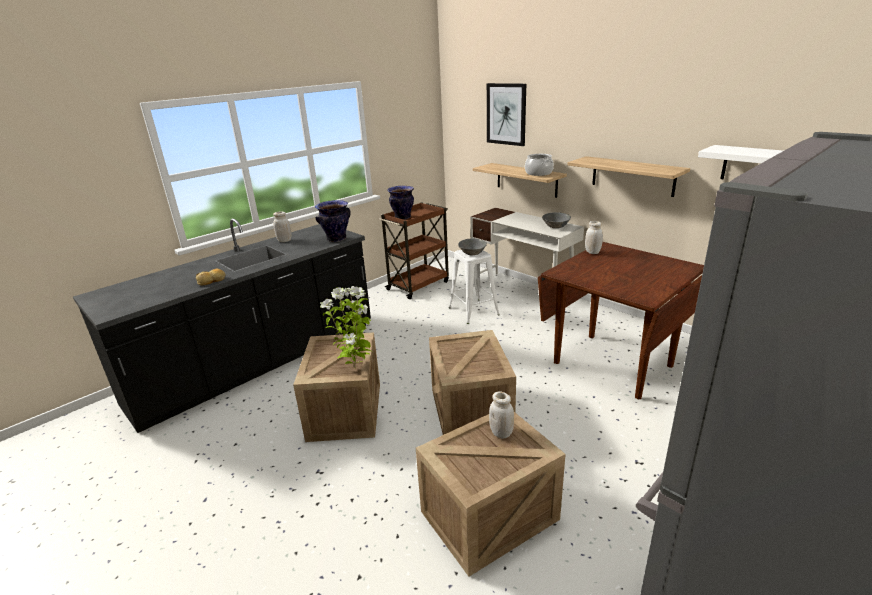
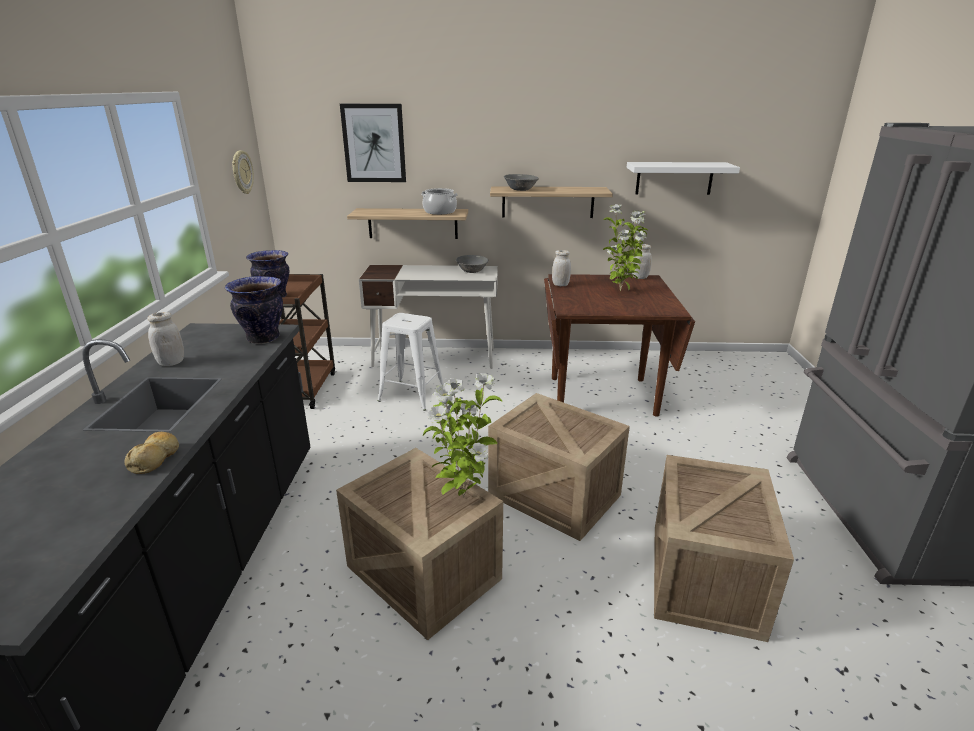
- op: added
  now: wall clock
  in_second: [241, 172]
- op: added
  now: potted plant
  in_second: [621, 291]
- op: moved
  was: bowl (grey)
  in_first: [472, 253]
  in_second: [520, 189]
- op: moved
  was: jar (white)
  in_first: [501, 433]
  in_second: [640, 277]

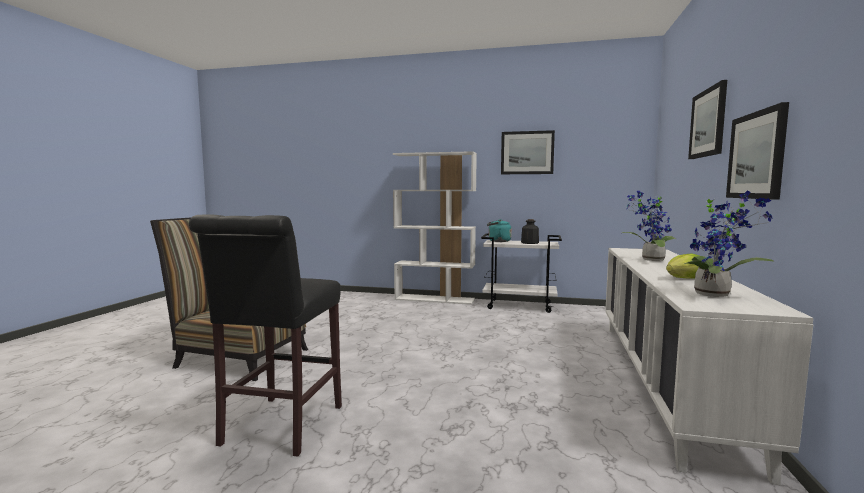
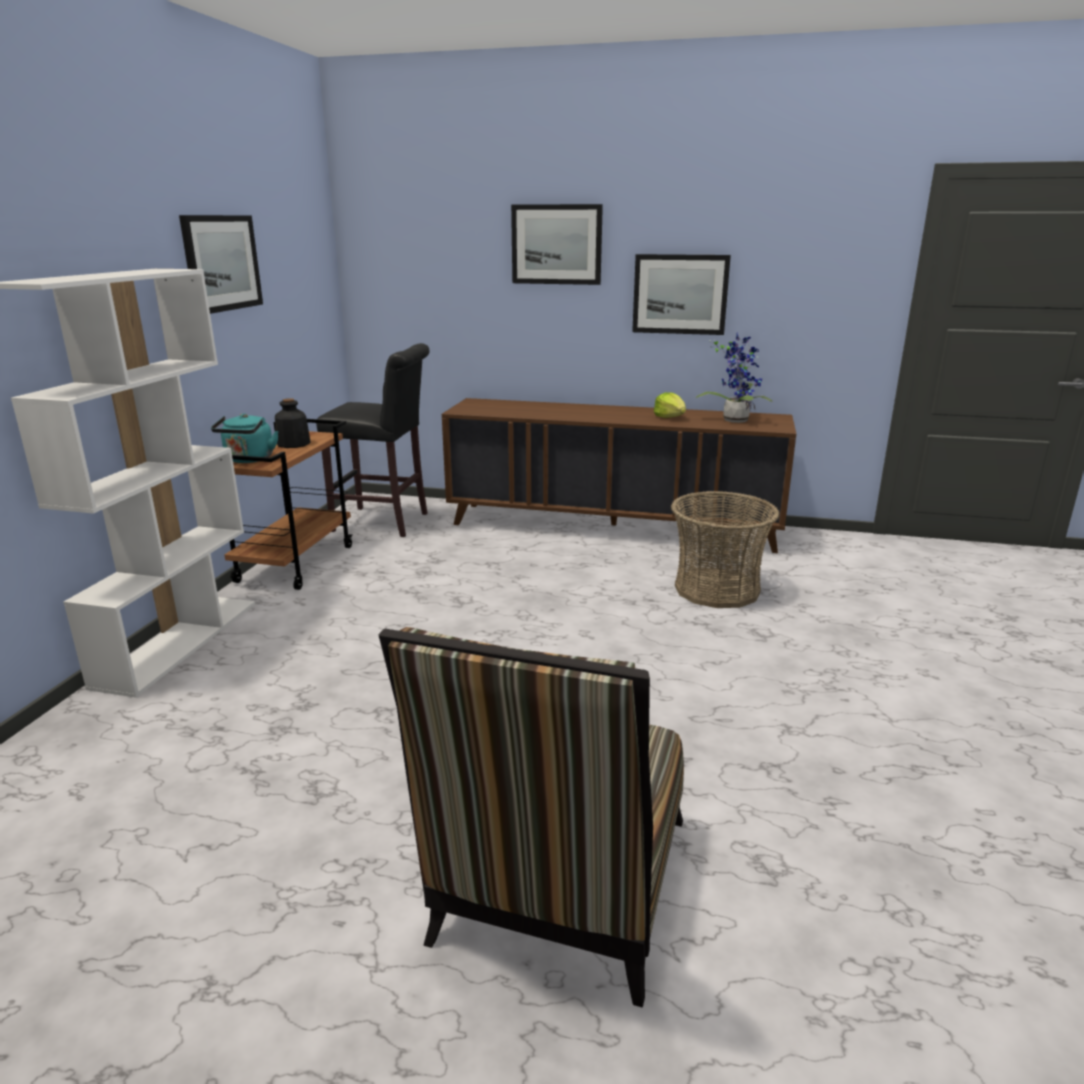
- op: removed
  was: potted plant
  in_first: [650, 260]
- op: added
  now: basket
  in_second: [717, 589]
- op: moved
  was: stool (black)
  in_first: [279, 428]
  in_second: [385, 523]
- op: recoloured
  was: cart (white)
  now: cart (brown)
  in_first: [520, 306]
  in_second: [295, 563]
- op: recoloured
  was: cabinet (white)
  now: cabinet (brown)
  in_first: [665, 380]
  in_second: [612, 527]

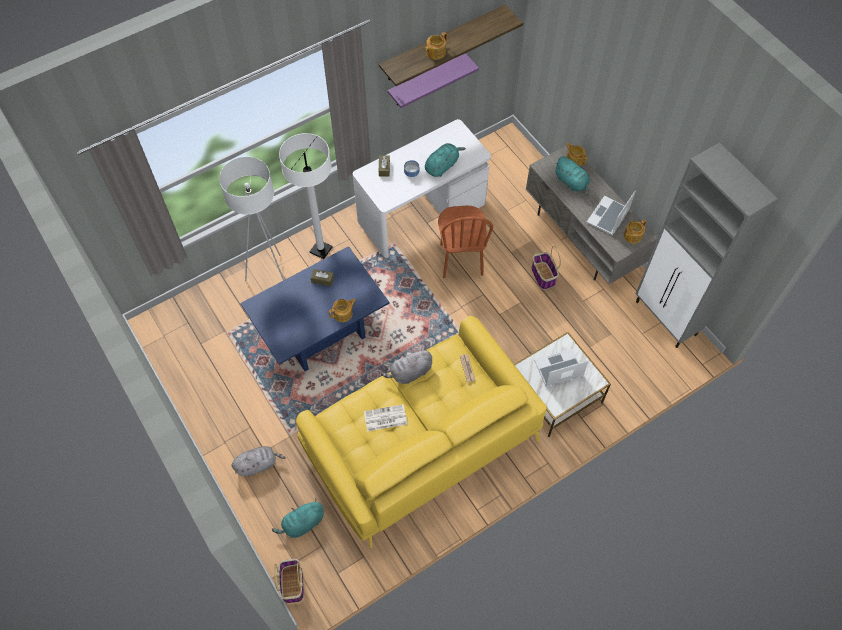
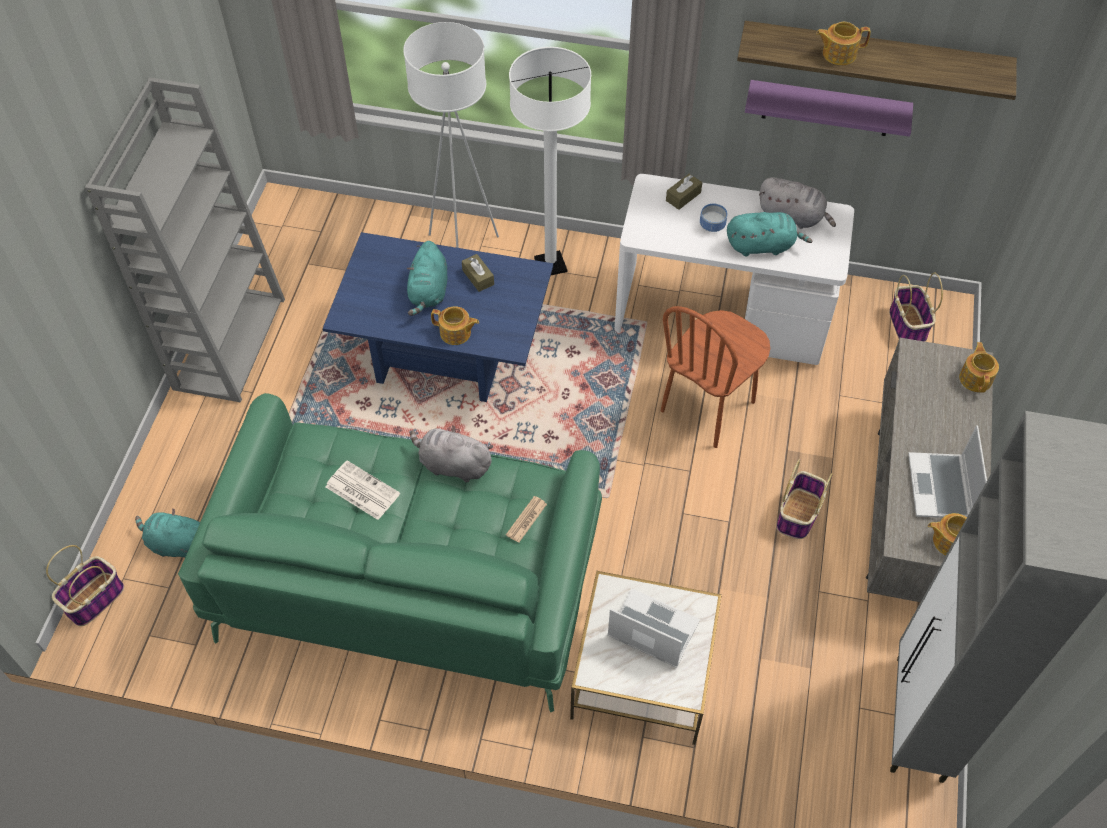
- op: added
  now: bookcase (grey)
  in_second: [229, 342]
- op: added
  now: basket
  in_second: [908, 325]
- op: moved
  was: plush toy (grey)
  in_first: [258, 464]
  in_second: [793, 217]
- op: moved
  was: plush toy (turquoise)
  in_first: [572, 182]
  in_second: [428, 292]
- op: recoloured
  was: sofa (yellow)
  now: sofa (green)
  in_first: [420, 442]
  in_second: [407, 577]
- op: turned
  was: laptop
  in_first: [608, 217]
  in_second: [941, 488]
  clockwise: -75

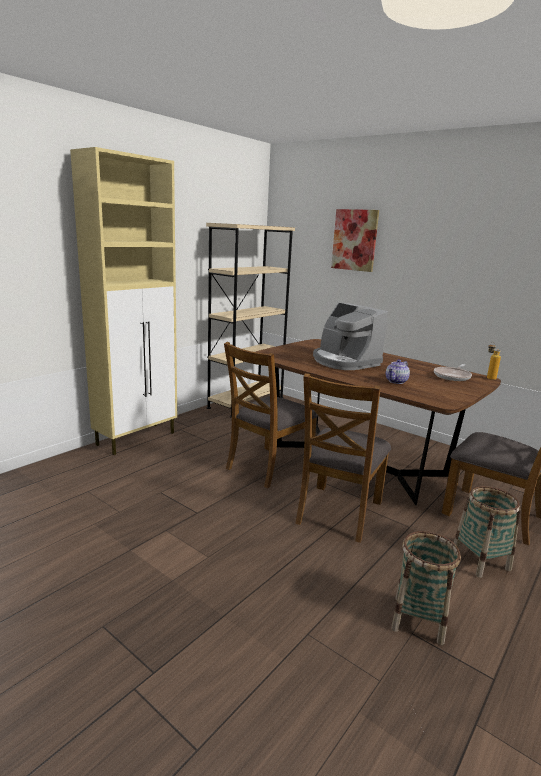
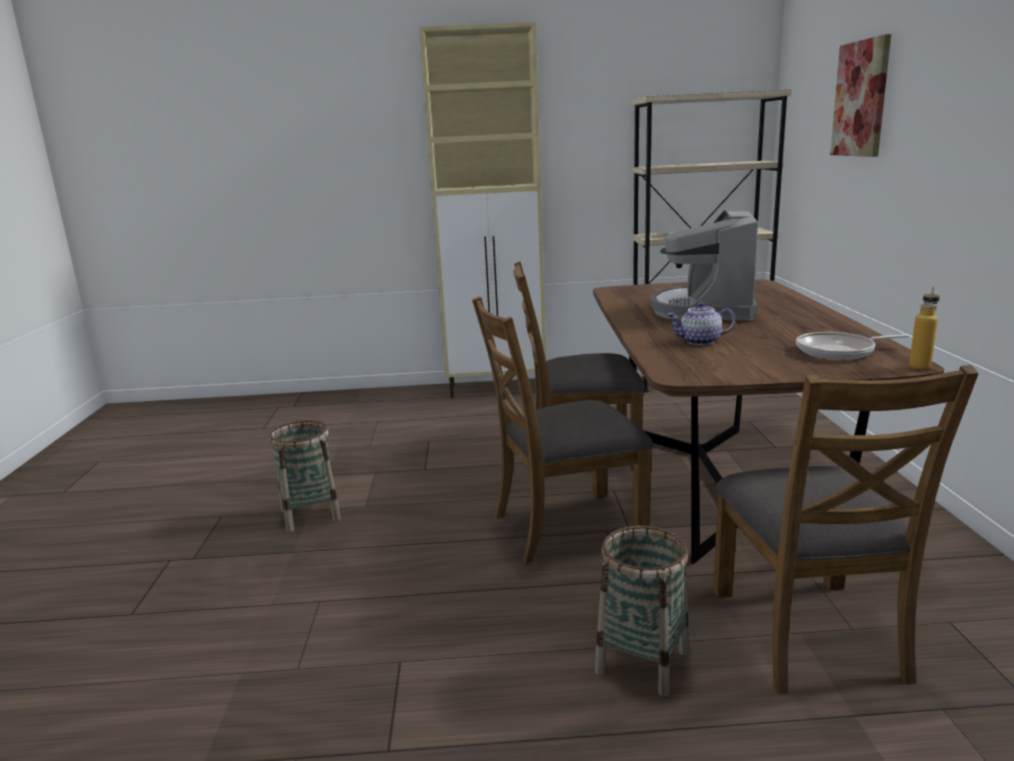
- op: moved
  was: basket
  in_first: [418, 620]
  in_second: [310, 515]

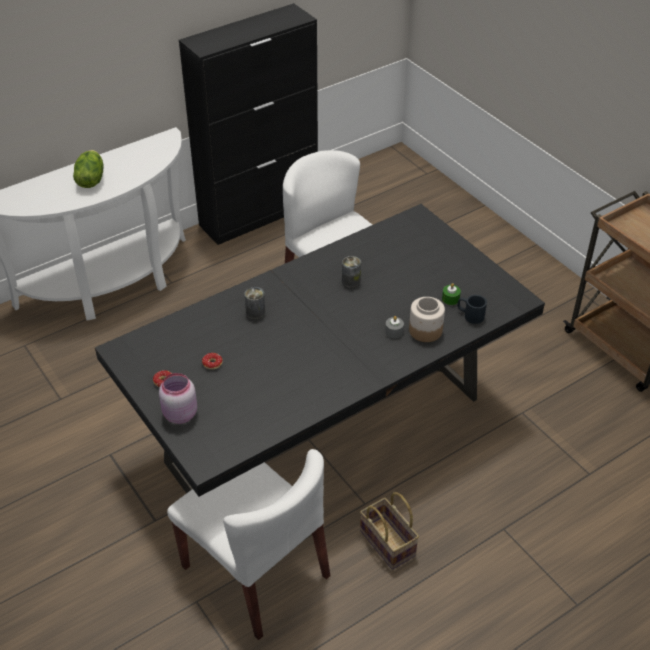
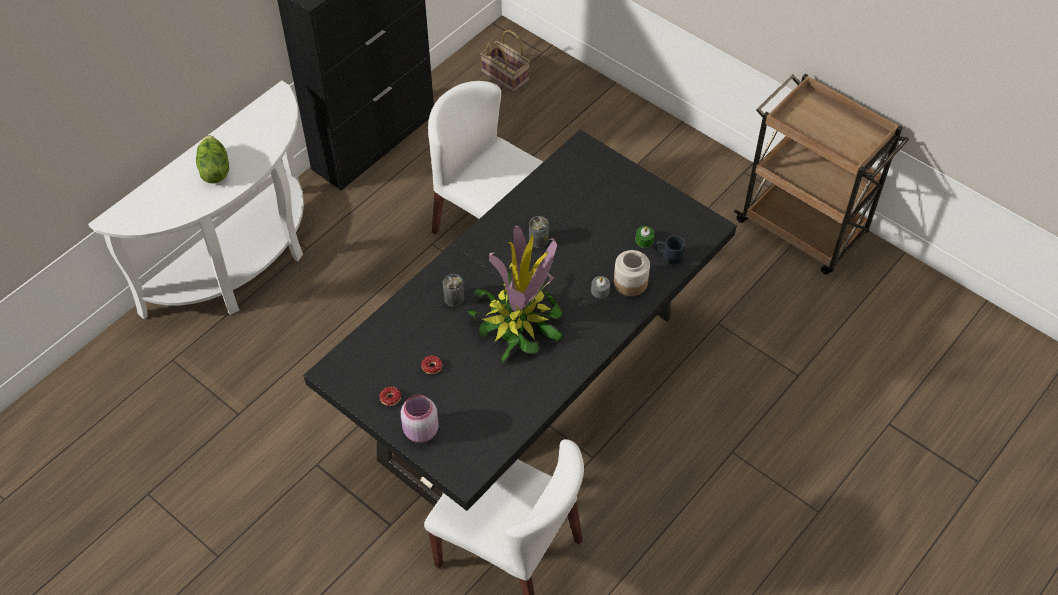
- op: added
  now: potted plant
  in_second: [518, 321]
- op: moved
  was: basket
  in_first: [389, 543]
  in_second: [506, 76]

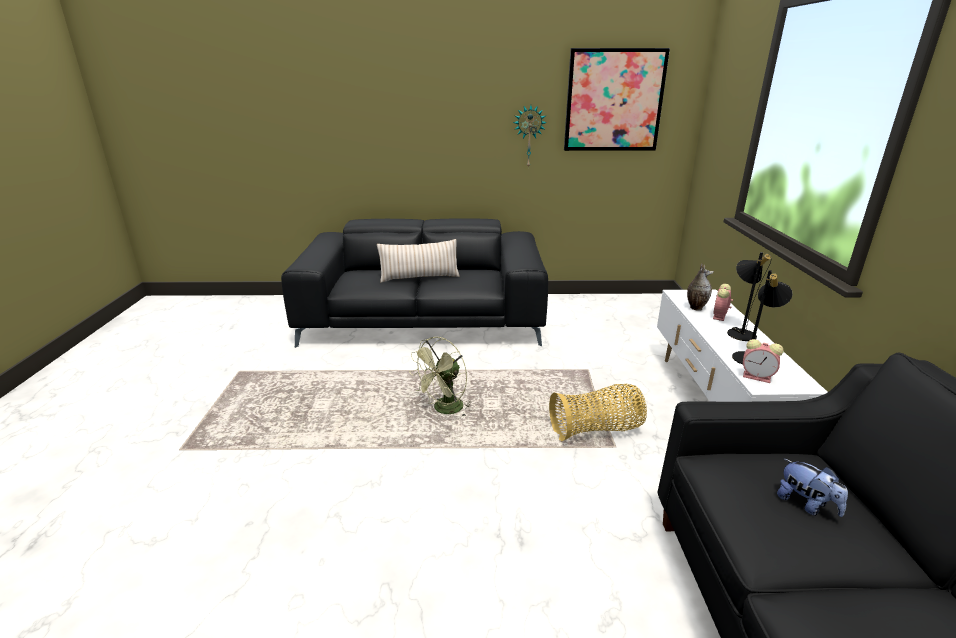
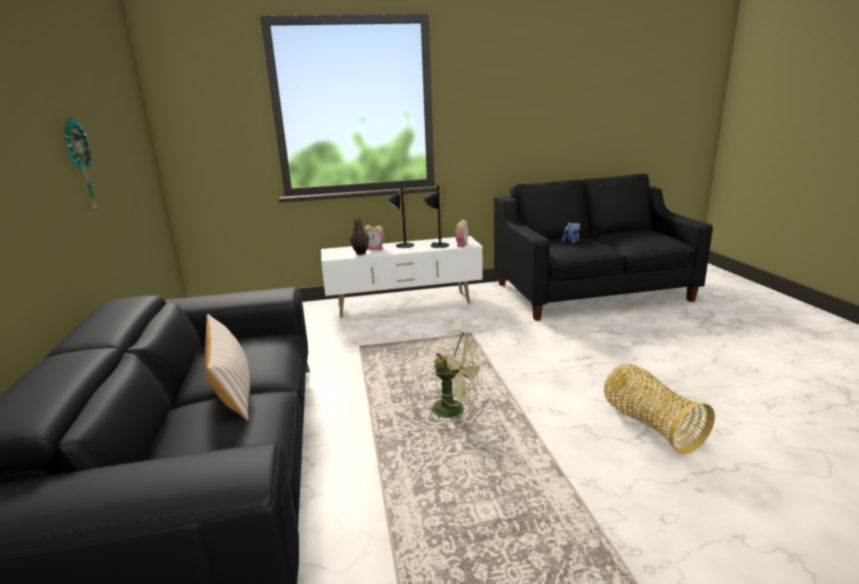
- op: removed
  was: picture
  in_first: [614, 101]
- op: moved
  was: basket
  in_first: [596, 430]
  in_second: [650, 425]

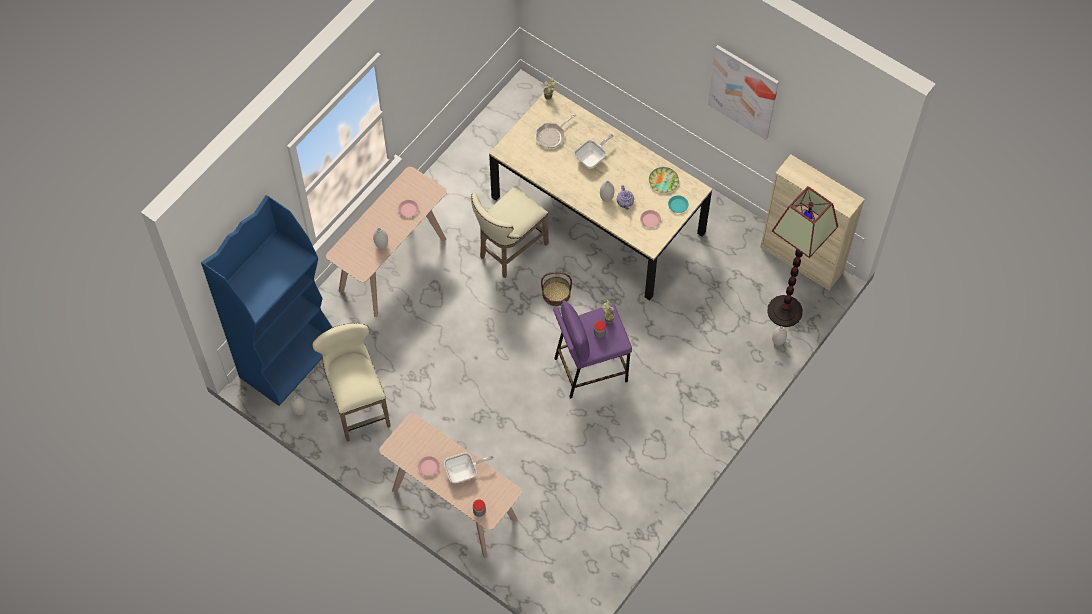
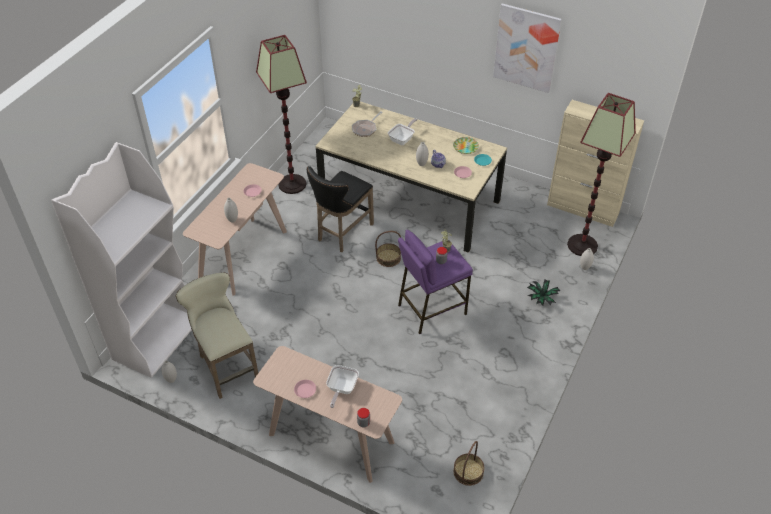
- op: added
  now: floor lamp
  in_second: [292, 184]
- op: added
  now: basket
  in_second: [468, 472]
- op: added
  now: potted plant
  in_second: [541, 298]
- op: recoloured
  was: bookcase (blue)
  now: bookcase (white)
  in_first: [288, 359]
  in_second: [157, 338]
- op: recoloured
  was: stool (beige)
  now: stool (black)
  in_first: [509, 251]
  in_second: [342, 233]
- op: turned
  was: frying pan
  in_first: [464, 472]
  in_second: [341, 389]
  clockwise: 135

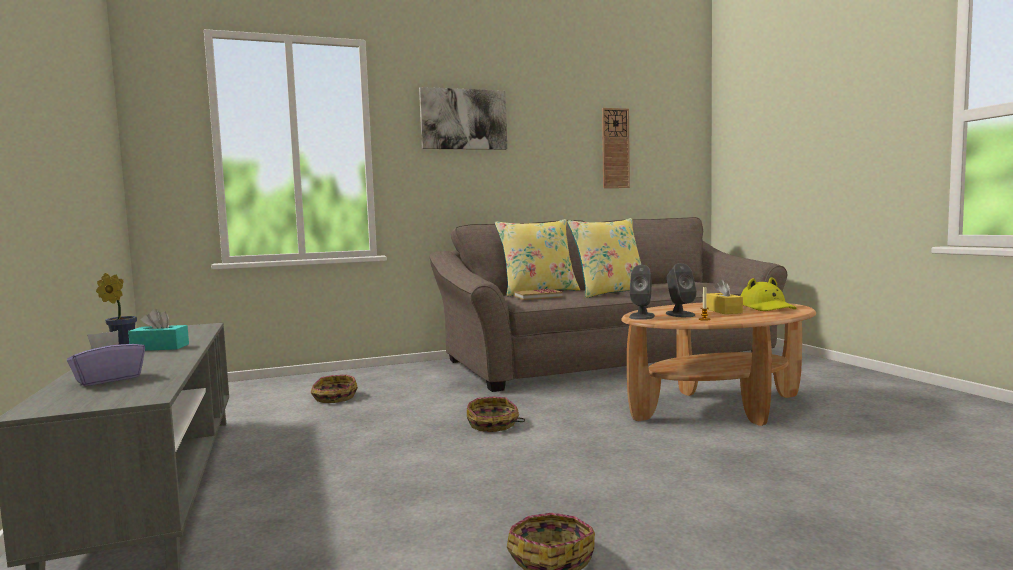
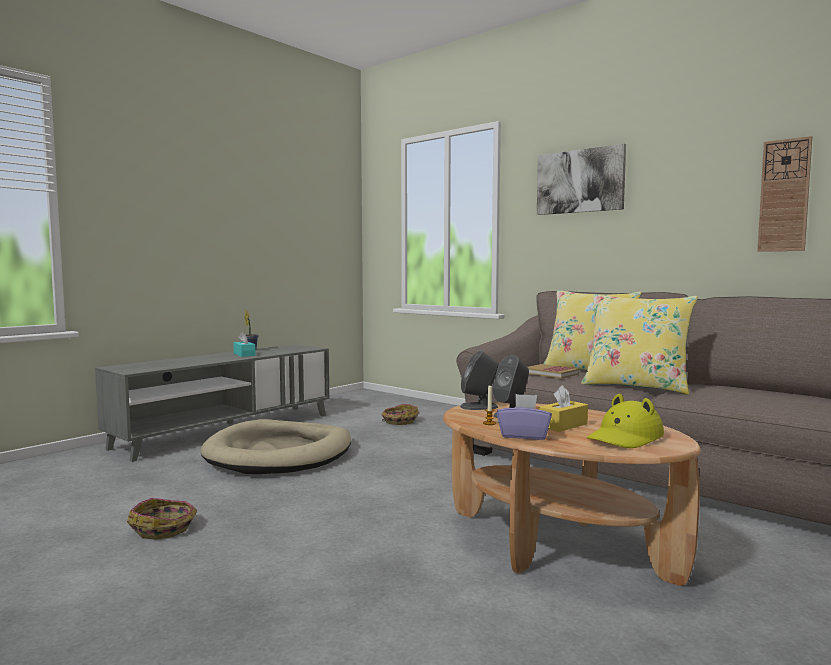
- op: removed
  was: basket
  in_first: [493, 425]
- op: added
  now: dog bed (beige)
  in_second: [280, 453]
- op: moved
  was: tissue box (purple)
  in_first: [108, 379]
  in_second: [524, 435]

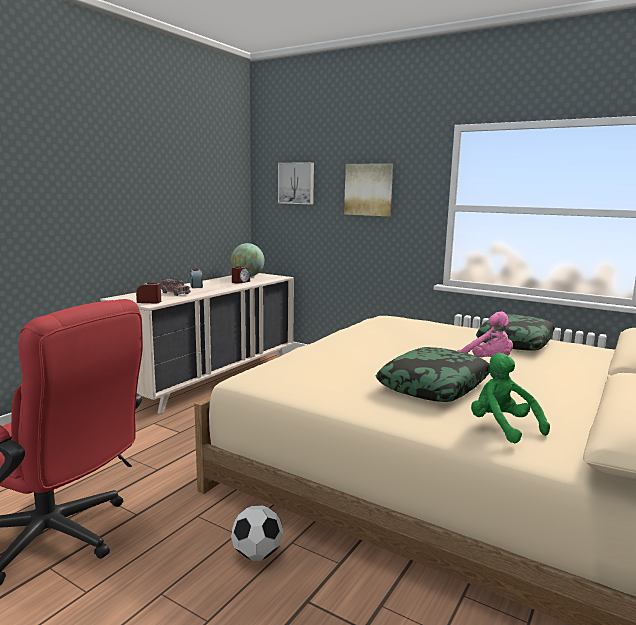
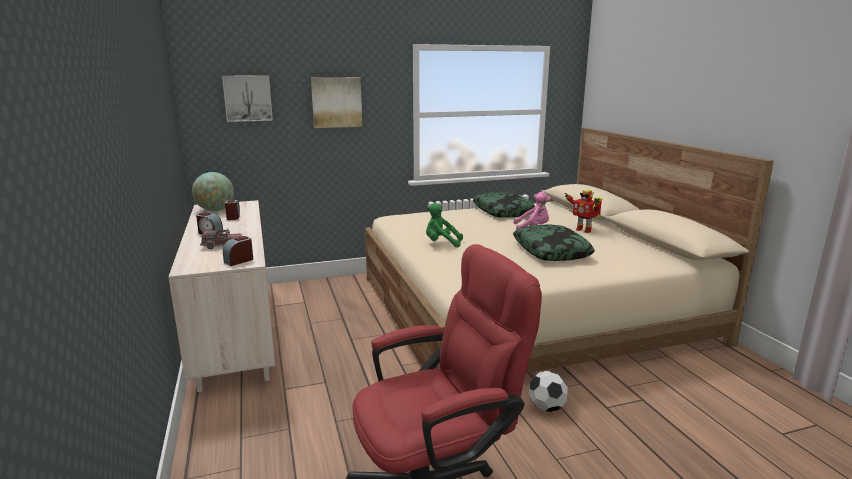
- op: added
  now: toy robot
  in_second: [583, 230]
- op: moved
  was: plush toy (green)
  in_first: [502, 427]
  in_second: [441, 243]

